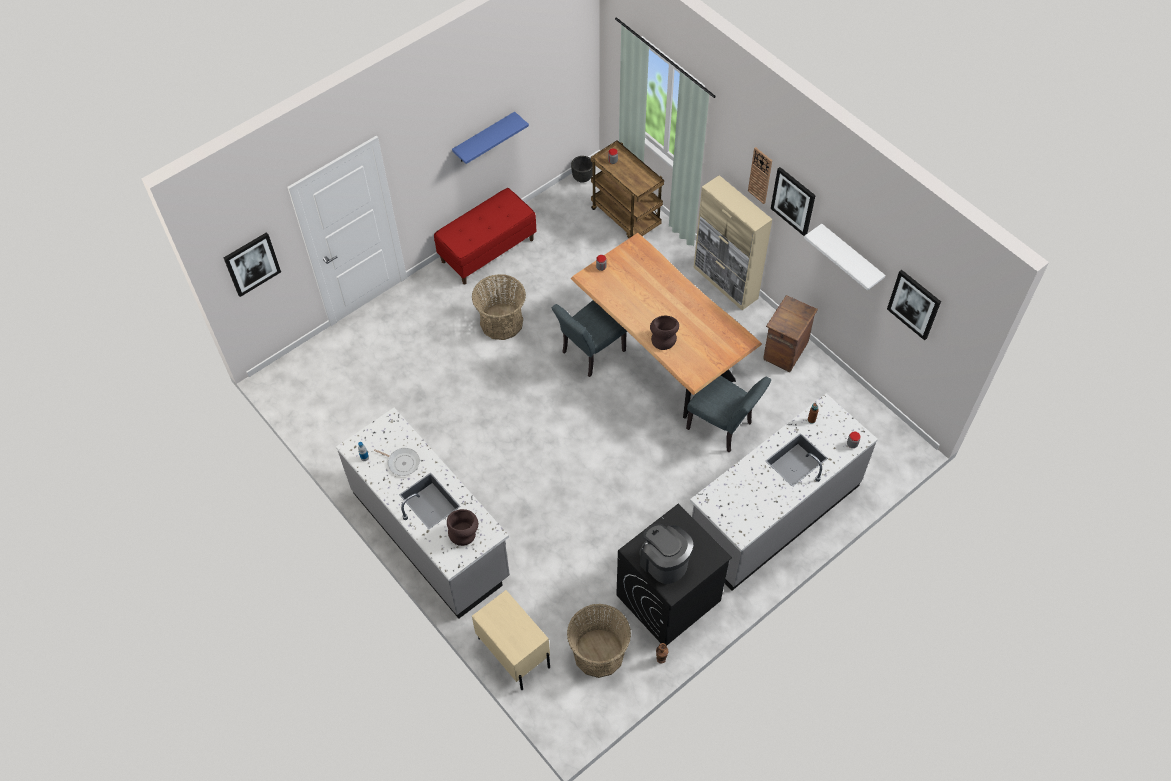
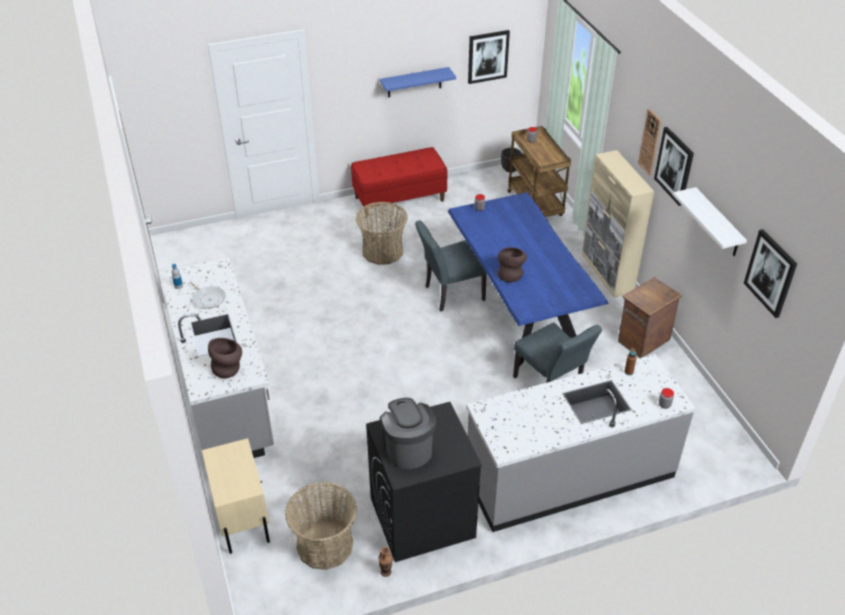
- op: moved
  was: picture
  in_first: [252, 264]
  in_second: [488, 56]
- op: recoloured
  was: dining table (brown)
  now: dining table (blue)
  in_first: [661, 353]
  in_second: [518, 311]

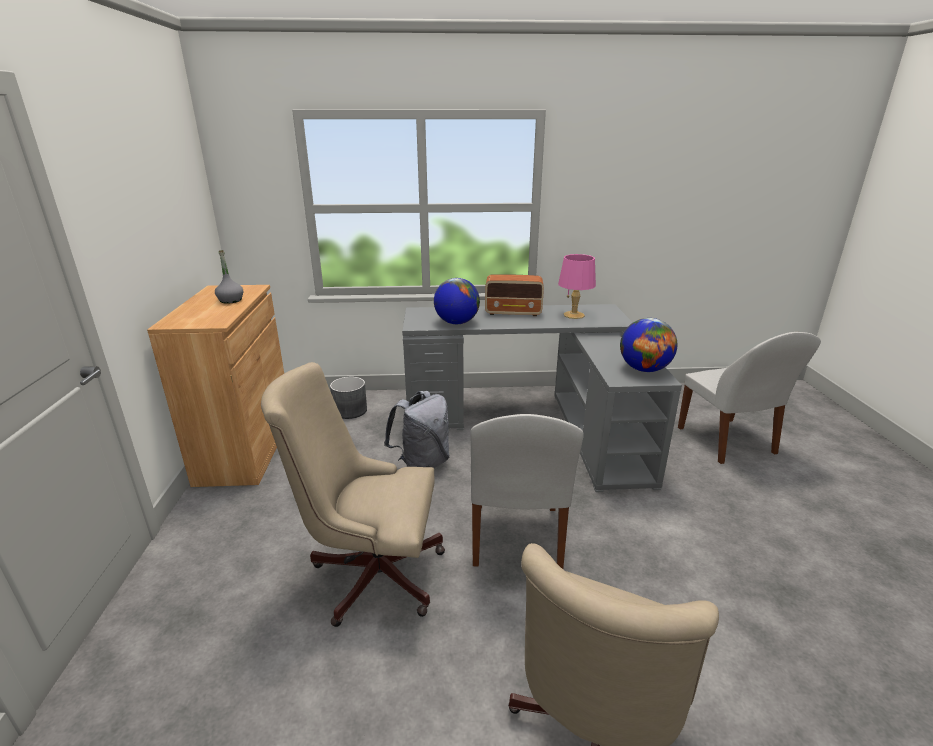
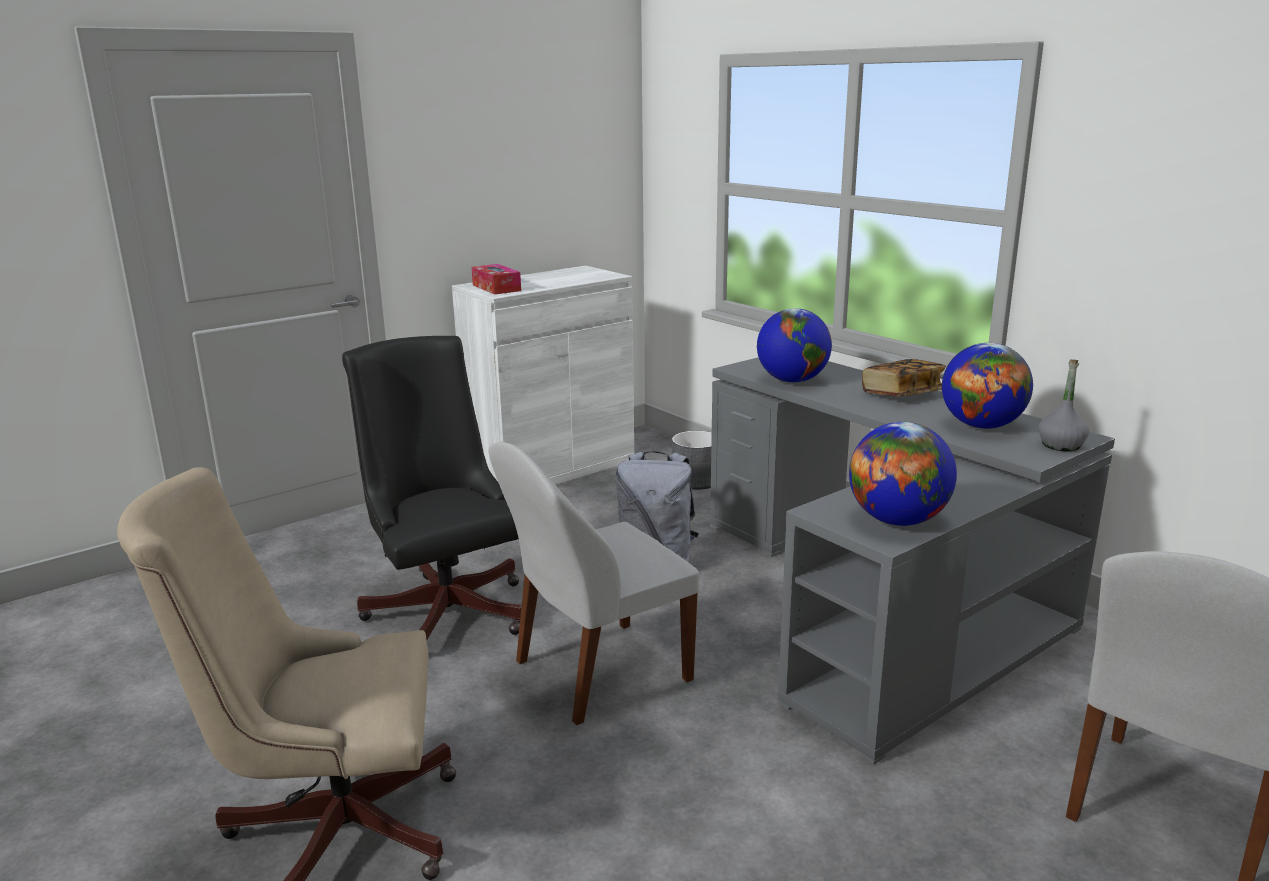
- op: added
  now: tissue box
  in_second: [496, 288]
- op: moved
  was: bottle (grey)
  in_first: [230, 300]
  in_second: [1061, 445]
- op: replaced
  was: radio
  now: book
  in_first: [514, 312]
  in_second: [902, 394]
- op: replaced
  was: table lamp (pink)
  now: globe
  in_first: [574, 315]
  in_second: [981, 426]
- op: recoloured
  was: cabinet (brown)
  now: cabinet (white)
  in_first: [246, 448]
  in_second: [552, 468]
- op: recoloured
  was: office chair (beige)
  now: office chair (black)
  in_first: [370, 572]
  in_second: [446, 607]

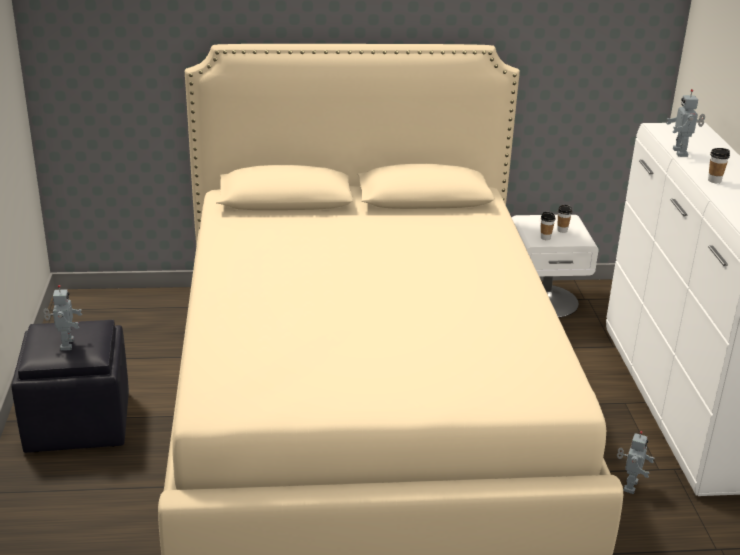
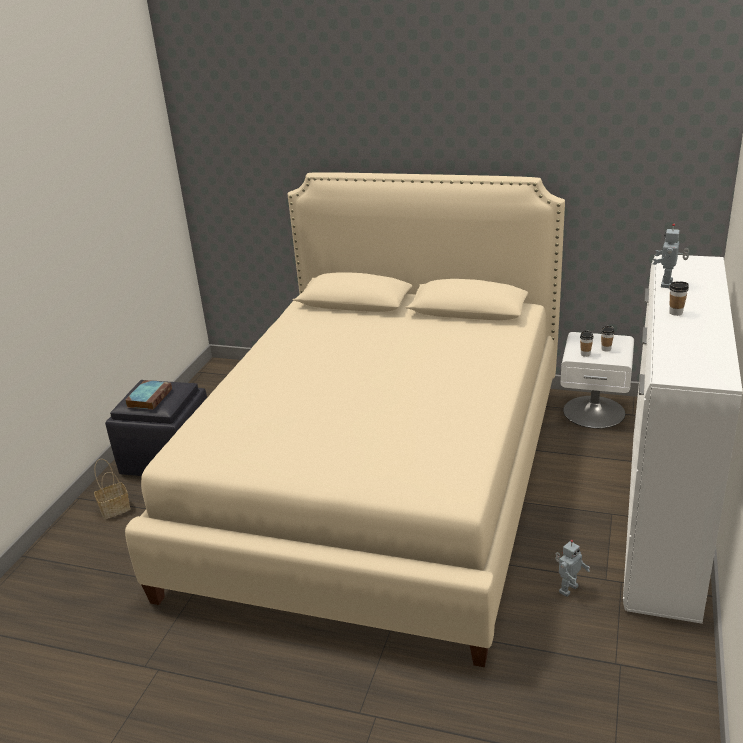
- op: added
  now: basket
  in_second: [116, 508]
- op: replaced
  was: toy robot
  now: book
  in_first: [65, 344]
  in_second: [149, 397]

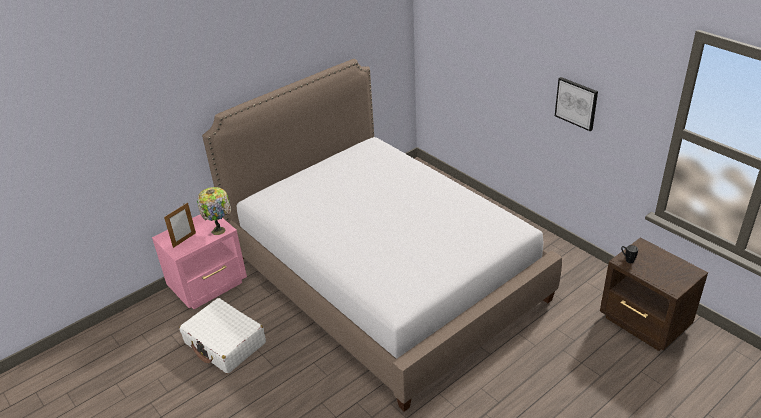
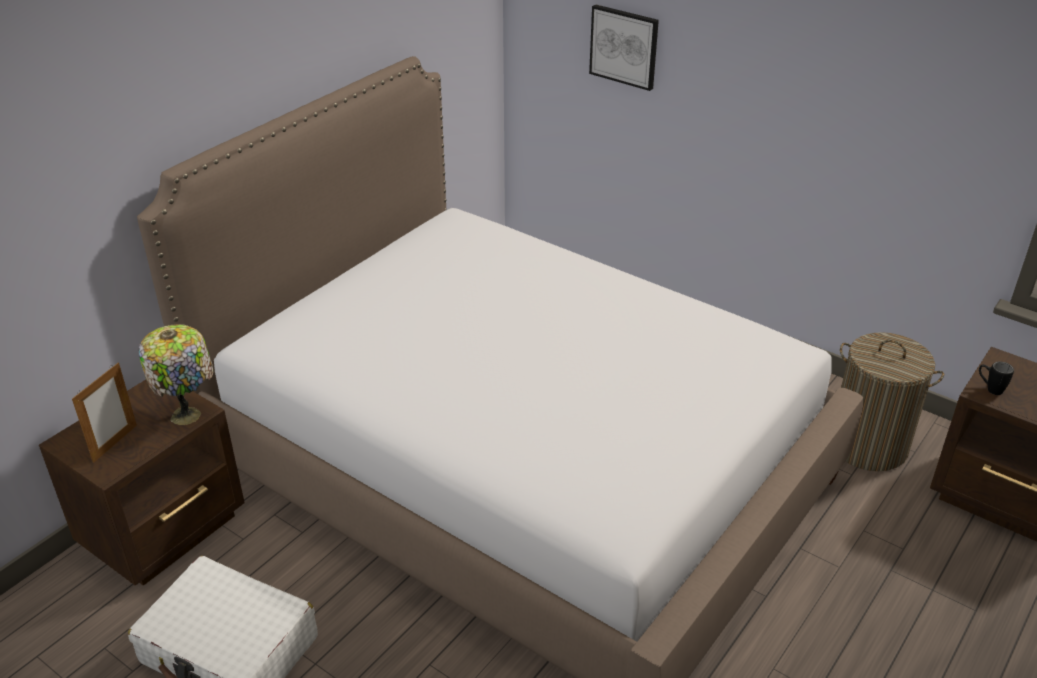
- op: added
  now: laundry basket
  in_second: [868, 445]
- op: moved
  was: picture
  in_first: [576, 103]
  in_second: [624, 46]
- op: recoloured
  was: nightstand (pink)
  now: nightstand (brown)
  in_first: [209, 286]
  in_second: [166, 531]

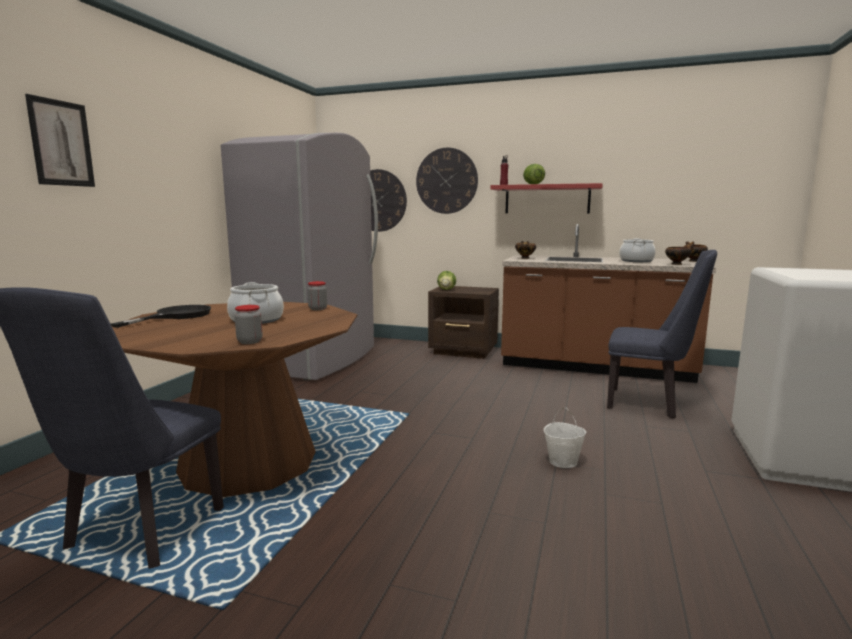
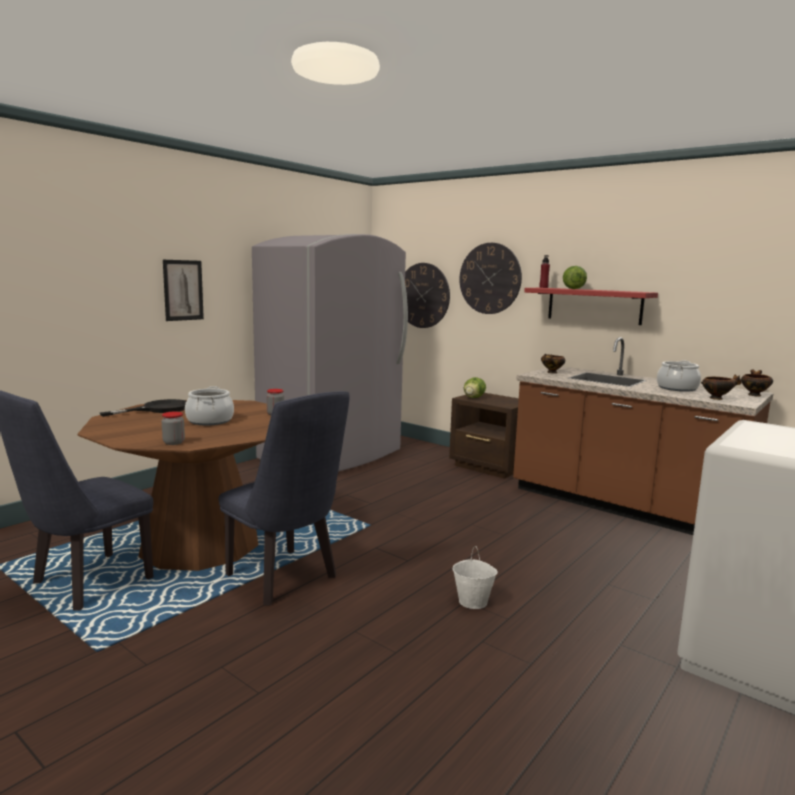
- op: moved
  was: picture
  in_first: [61, 143]
  in_second: [183, 290]
- op: moved
  was: chair (blue)
  in_first: [649, 403]
  in_second: [286, 579]

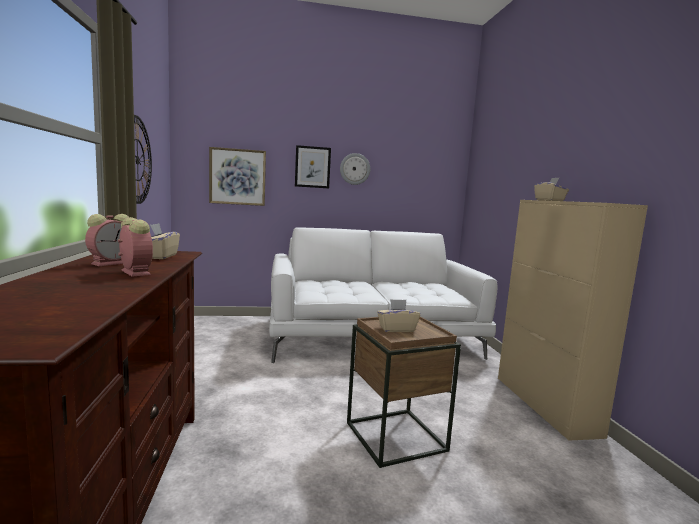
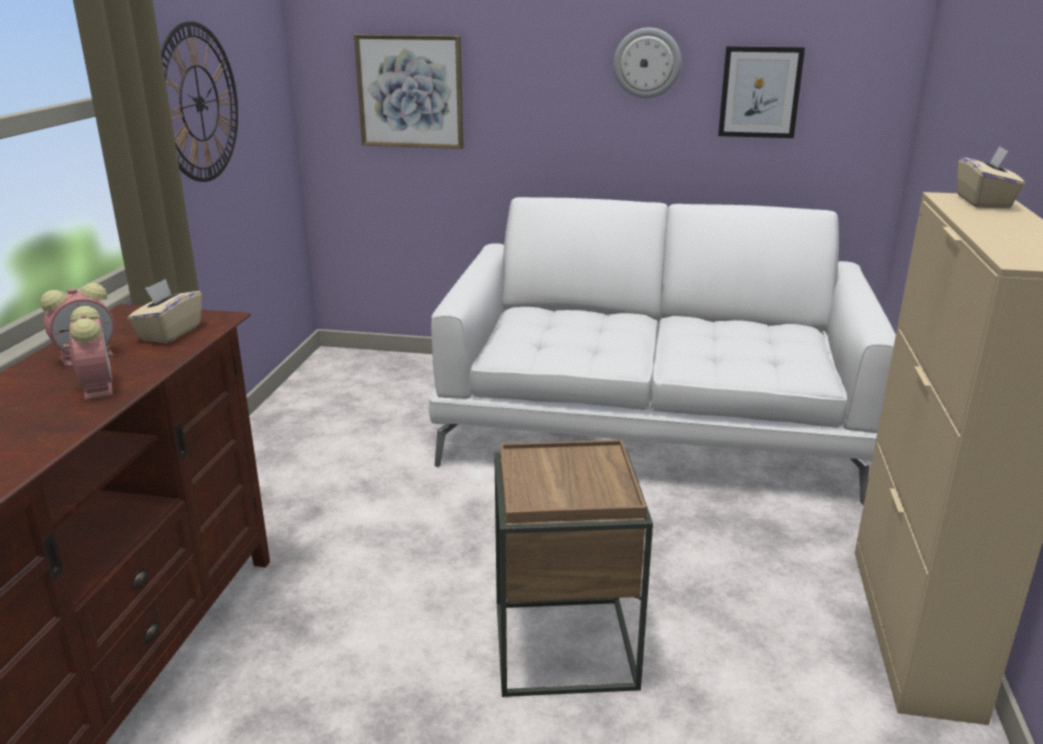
- op: removed
  was: tissue box (beige)
  in_first: [396, 329]
- op: moved
  was: picture
  in_first: [312, 167]
  in_second: [760, 92]

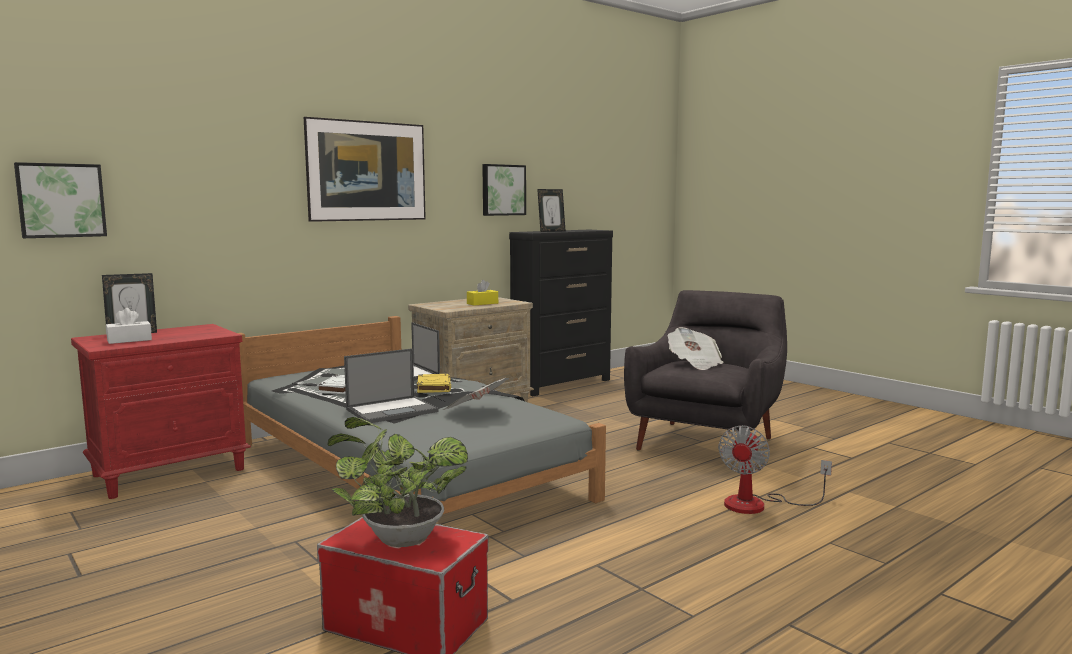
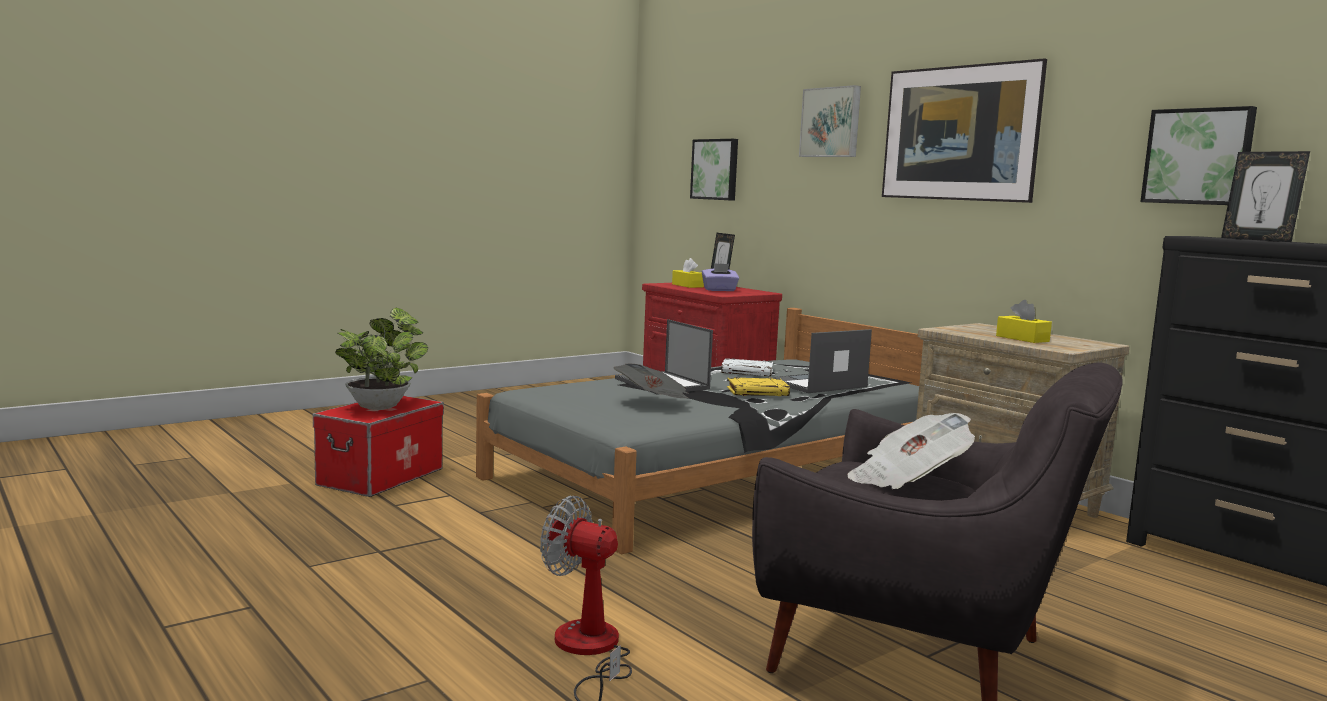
- op: added
  now: tissue box (purple)
  in_second: [719, 290]
- op: added
  now: picture
  in_second: [831, 122]
- op: recoloured
  was: tissue box (white)
  now: tissue box (yellow)
  in_first: [129, 340]
  in_second: [687, 285]

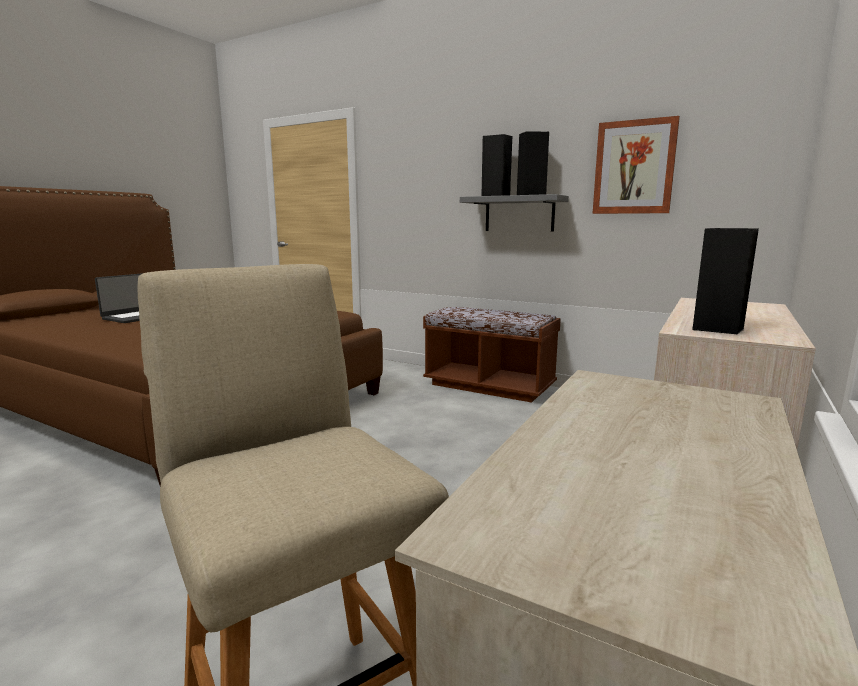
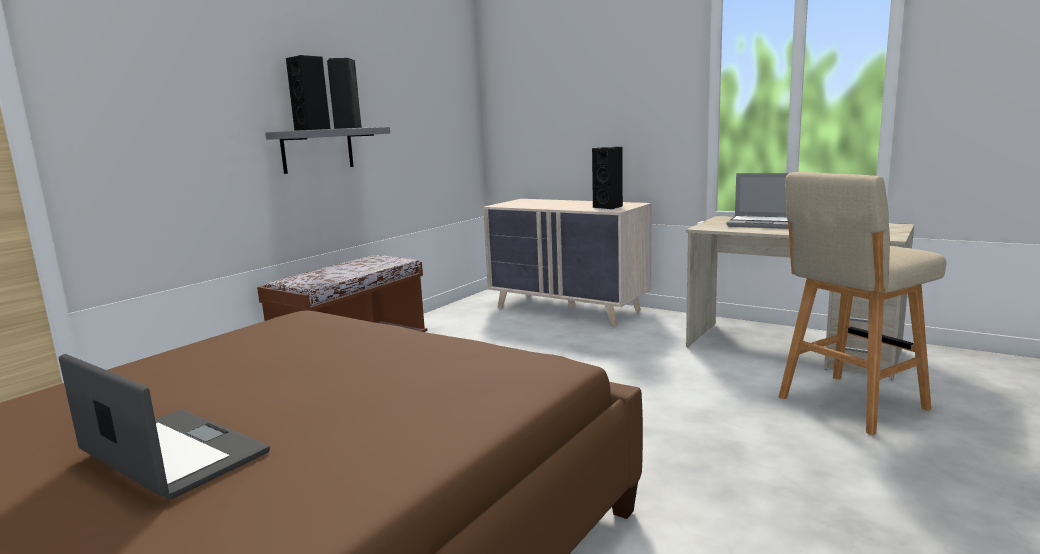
- op: removed
  was: picture
  in_first: [634, 167]
- op: added
  now: laptop
  in_second: [763, 224]

